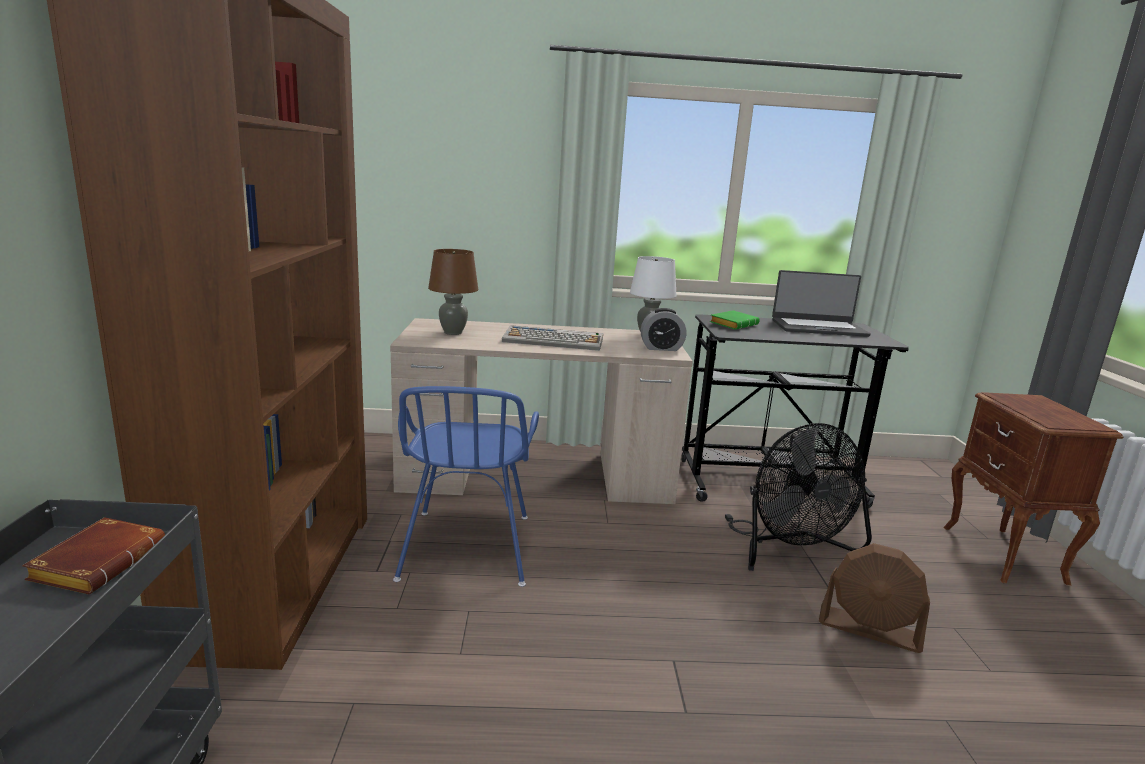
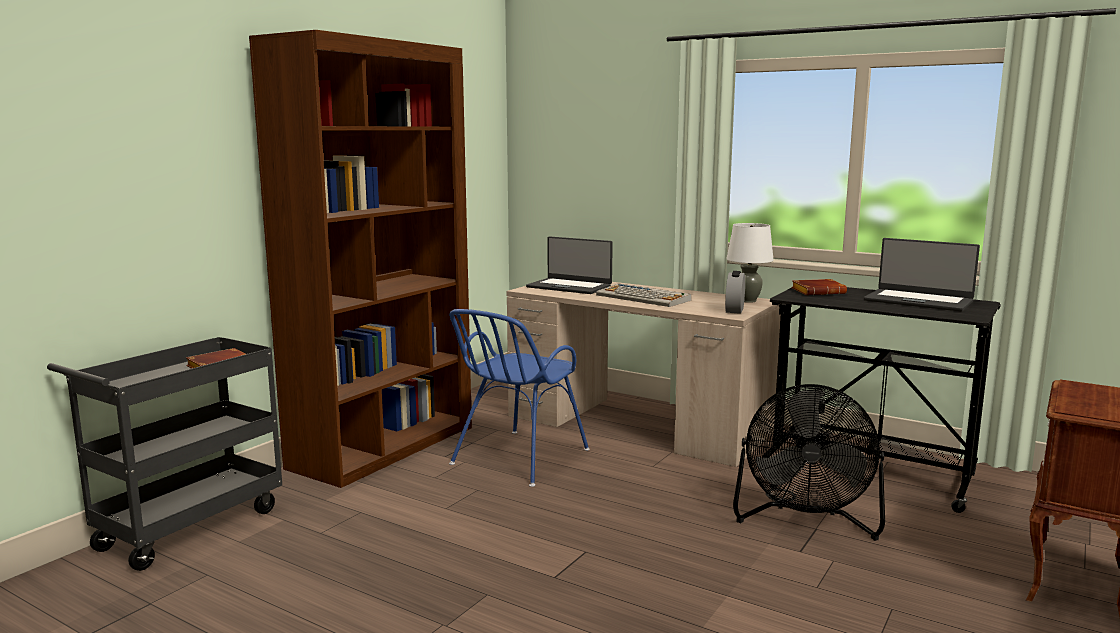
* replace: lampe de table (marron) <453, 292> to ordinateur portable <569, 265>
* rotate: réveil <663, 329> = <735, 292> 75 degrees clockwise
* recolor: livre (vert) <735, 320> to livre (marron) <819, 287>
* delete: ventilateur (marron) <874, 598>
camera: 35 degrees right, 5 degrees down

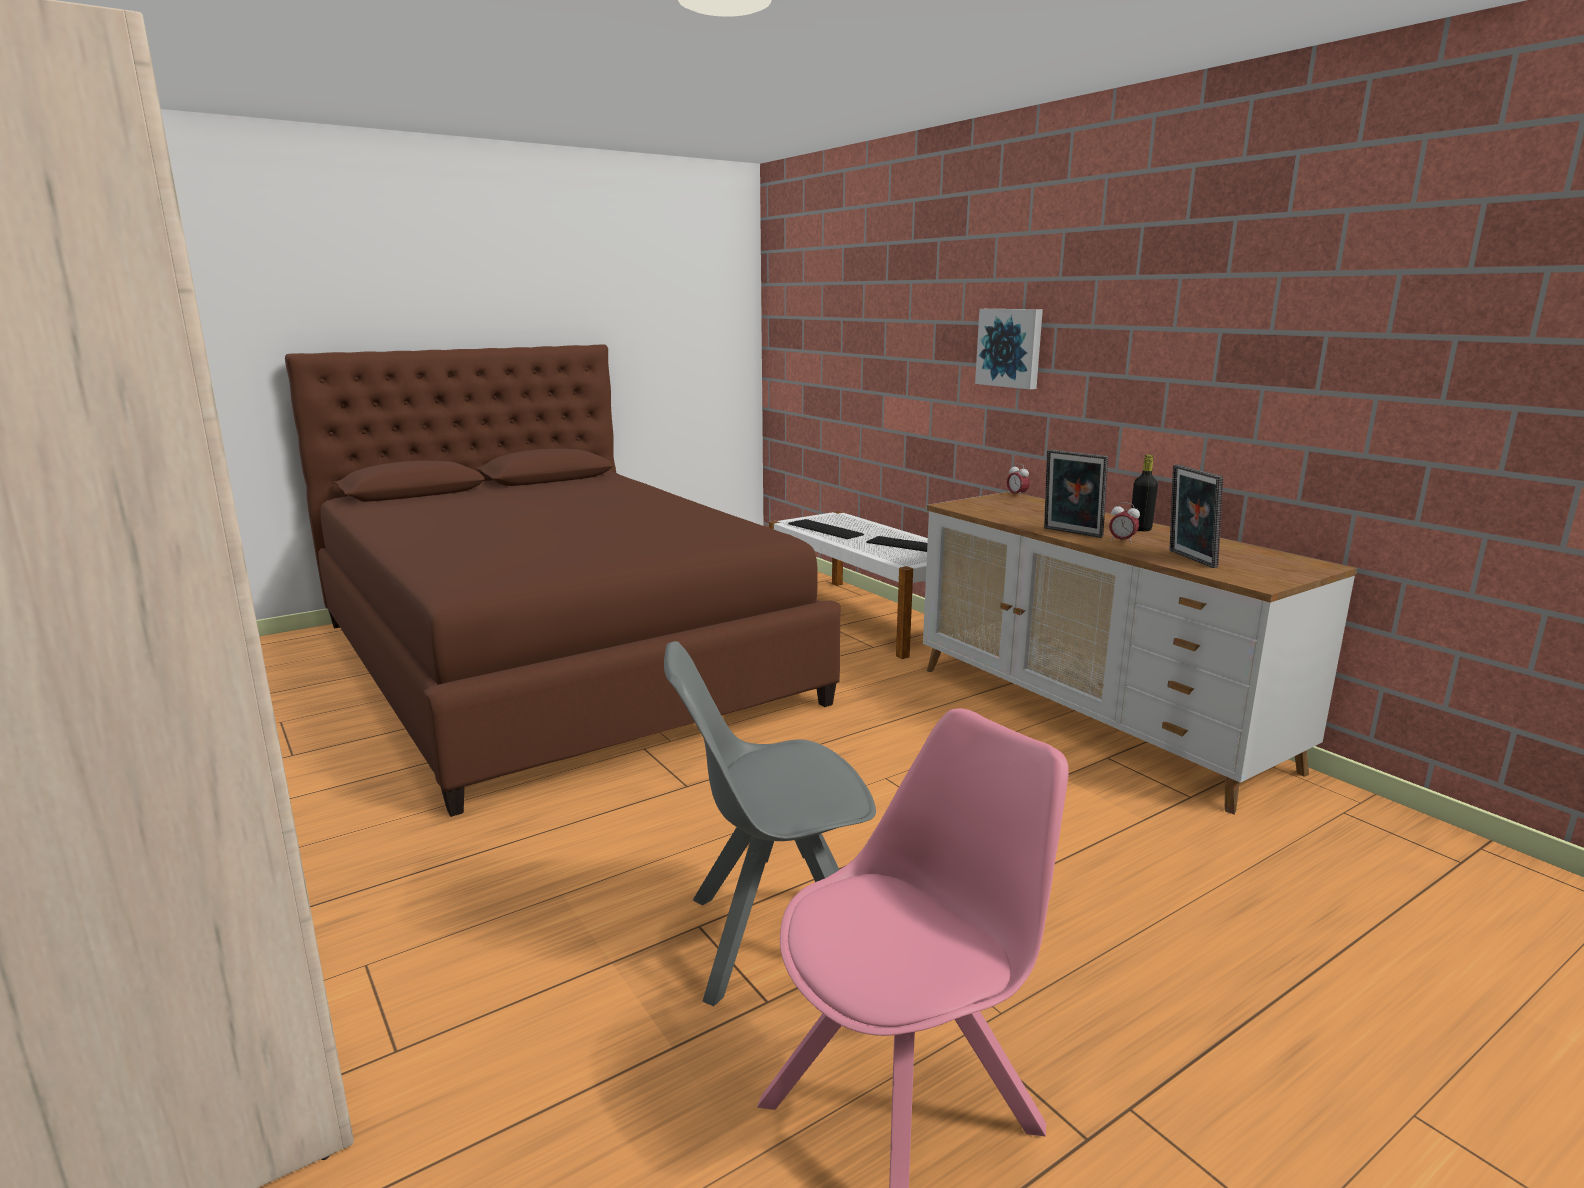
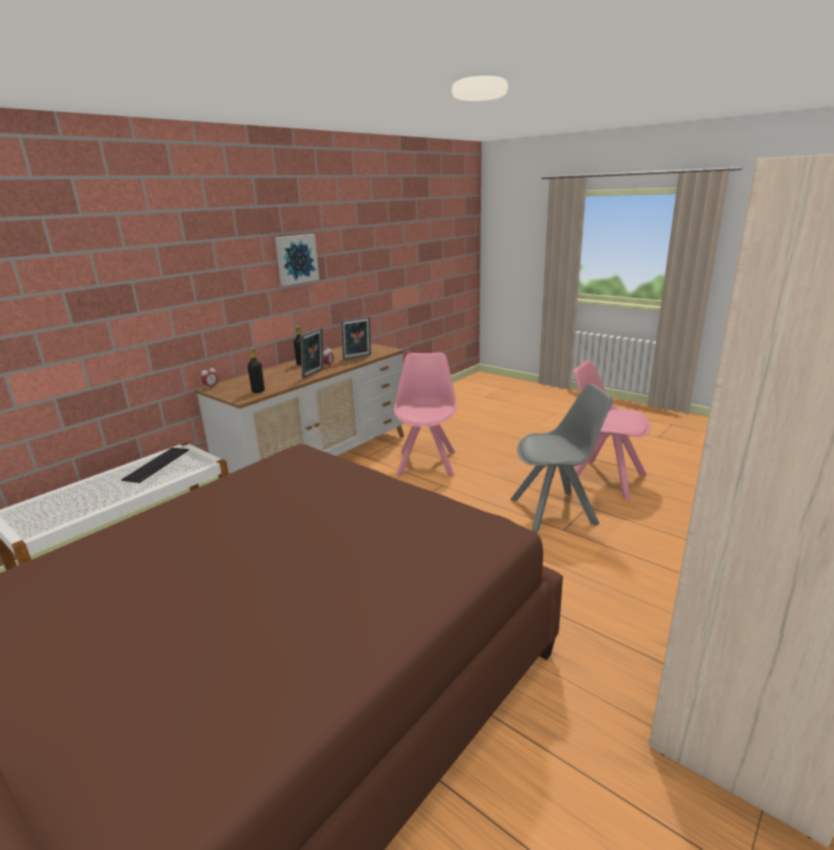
* insert: bouteille (noir) <256, 370>
* move: tableau <1009, 349> to <297, 260>
* insert: chaise (rose) <425, 414>
* rotate: chaise (gris) <770, 823> = <561, 458> 75 degrees counterclockwise
* delete: clavier <826, 529>
camera: 105 degrees left, 5 degrees up

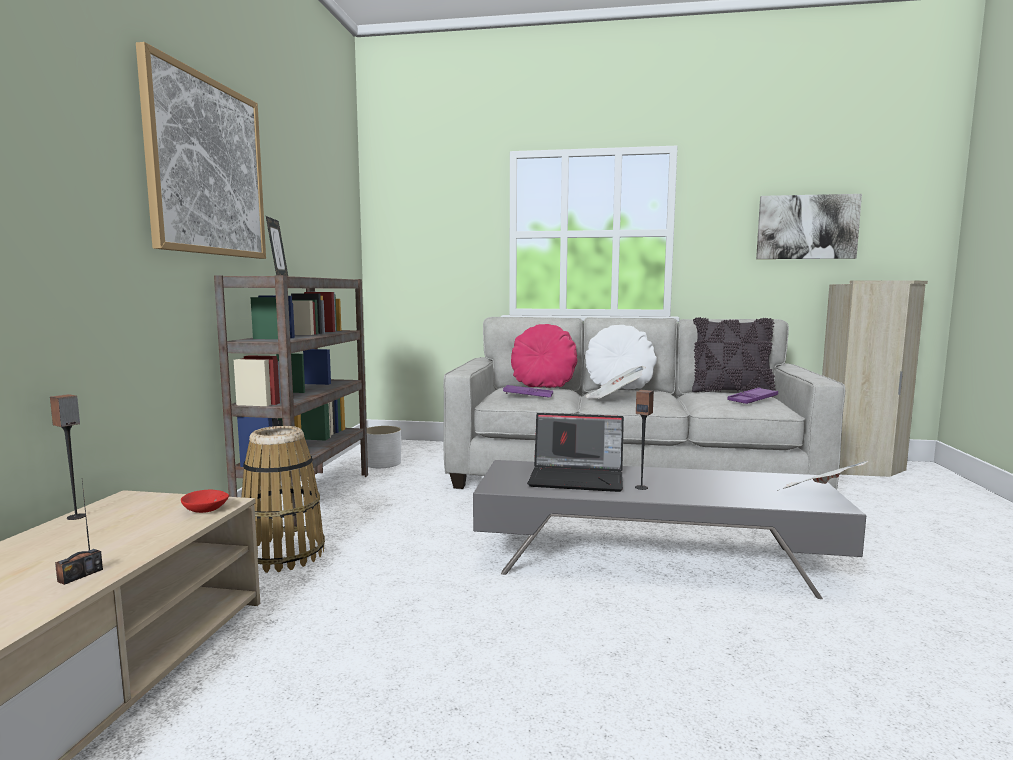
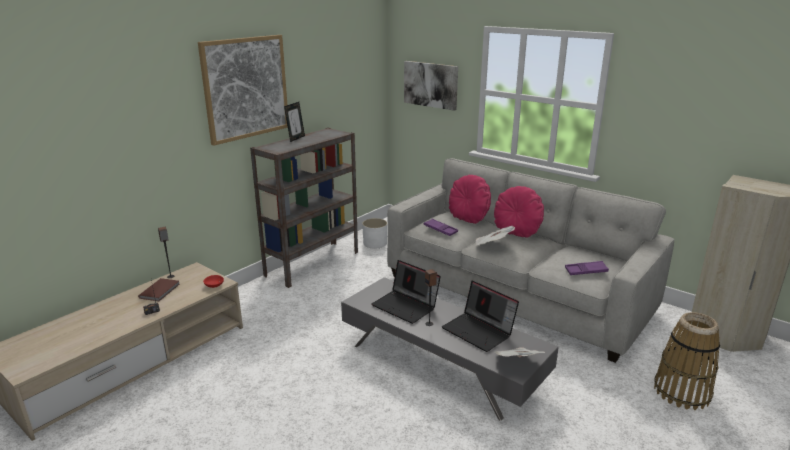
* insert: livre (marron) <159, 289>
* move: tableau <809, 226> to <431, 86>
* insert: ordinateur portable <480, 316>
* recolor: coussin (blanc) <621, 357> to coussin (rose) <519, 212>
* move: panier <283, 499> to <687, 361>
* delete: coussin (noir) <733, 354>
camera: 30 degrees right, 15 degrees up

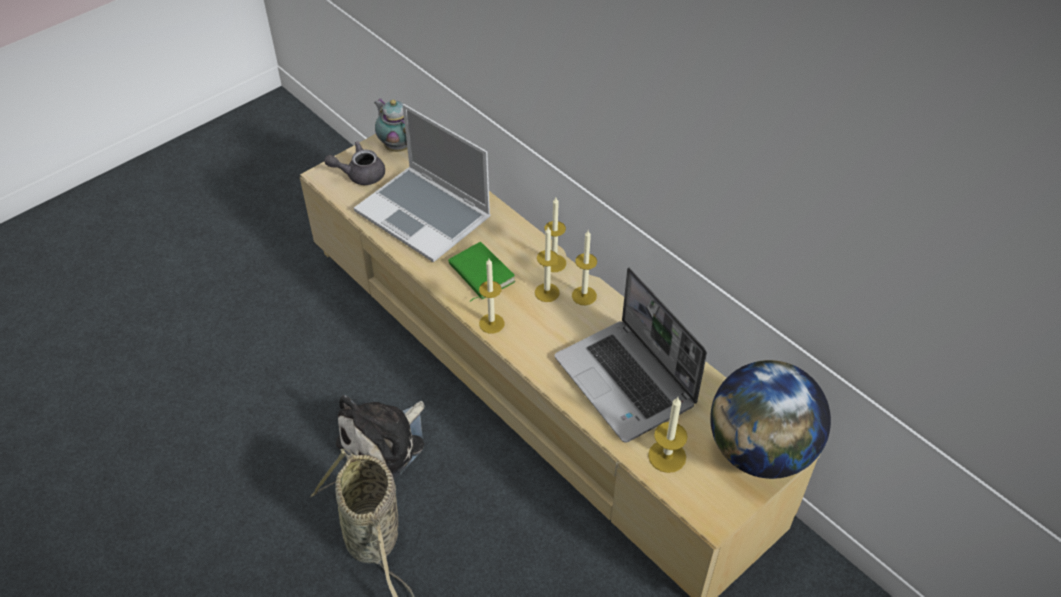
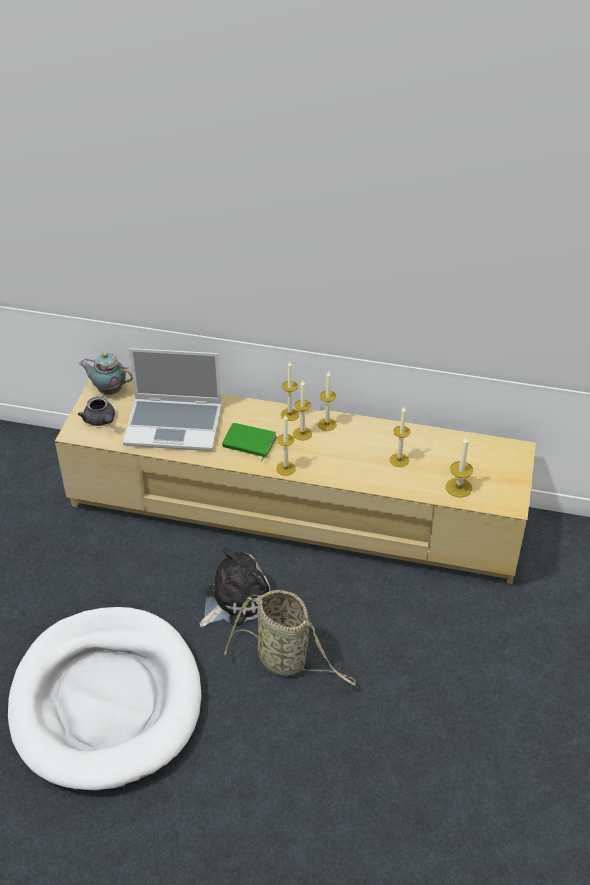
* insert: panier pour chien (blanc) <105, 699>
* rotate: théière (gris) <354, 163> = <96, 411> 75 degrees counterclockwise
* rotate: peluche <380, 436> = <234, 587> 135 degrees counterclockwise
* replace: ordinateur portable <631, 355> to bougie <400, 437>
* delete: globe <770, 419>
camera: 35 degrees left, 5 degrees down

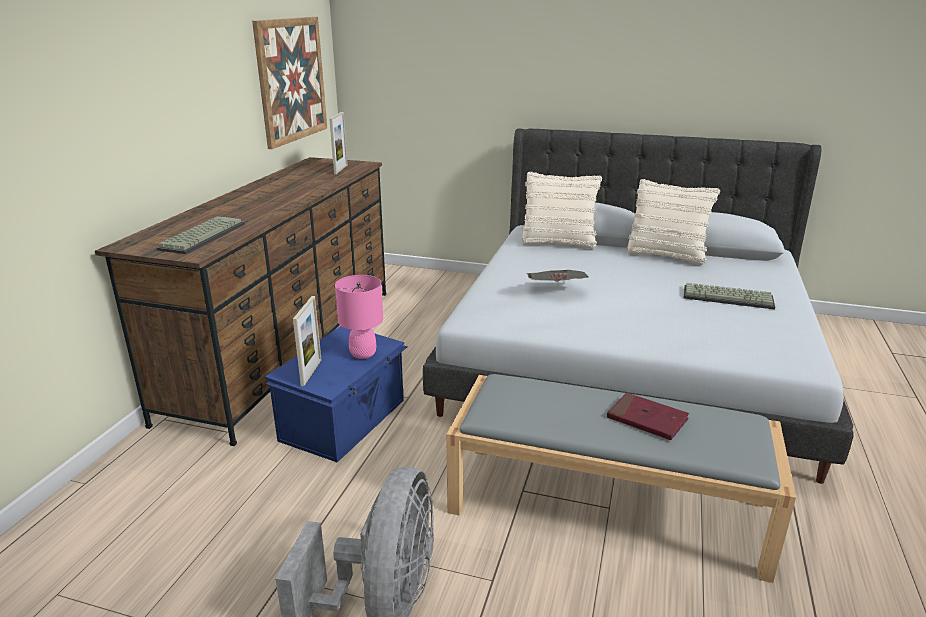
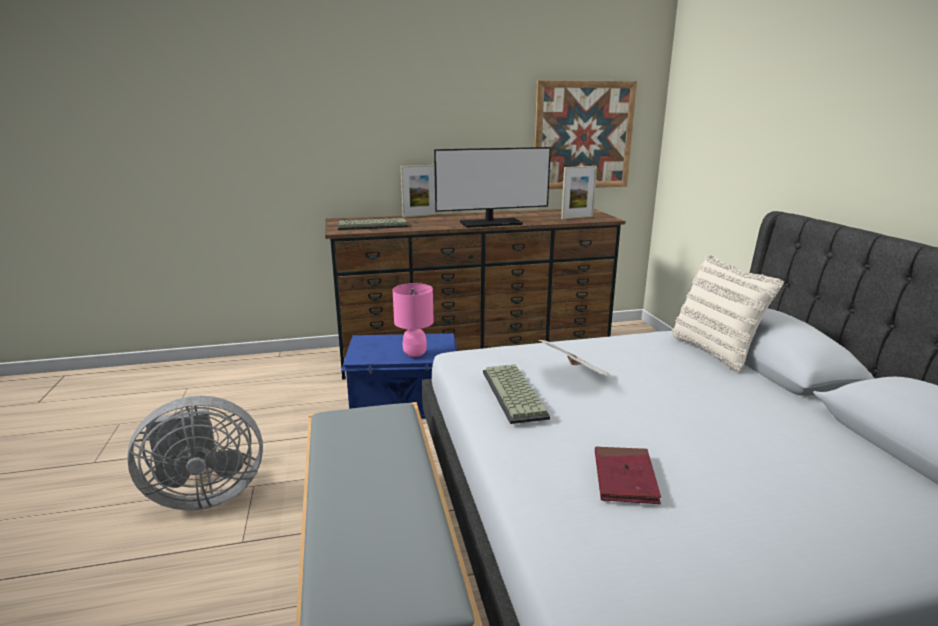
* move: cadre photo <307, 341> to <419, 191>
* insert: écran d'ordinateur <492, 187>
* move: clavier <729, 296> to <516, 394>
* move: livre (rouge) <648, 416> to <628, 475>
* delete: coussin (beige) <673, 222>
camera: 60 degrees right, 5 degrees down

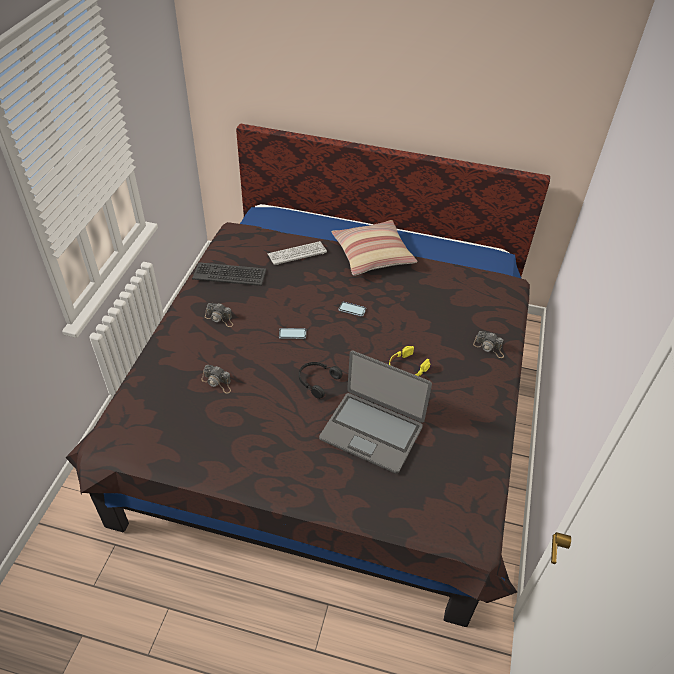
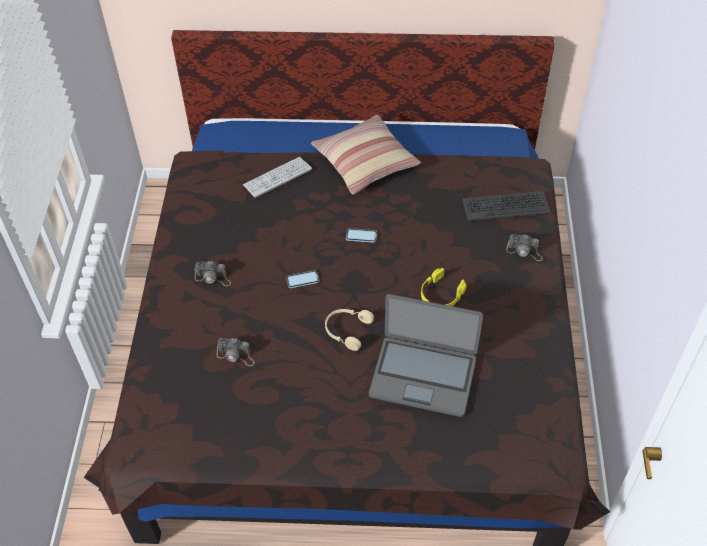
* recolor: casque audio (noir) <321, 380> to casque audio (beige) <349, 330>
* move: clavier <229, 274> to <506, 206>
camera: 10 degrees left, 5 degrees up

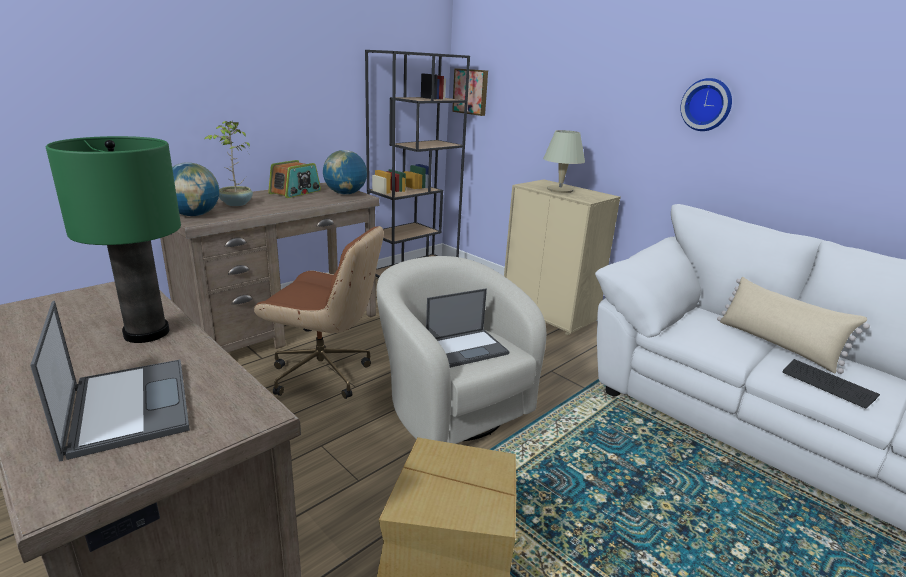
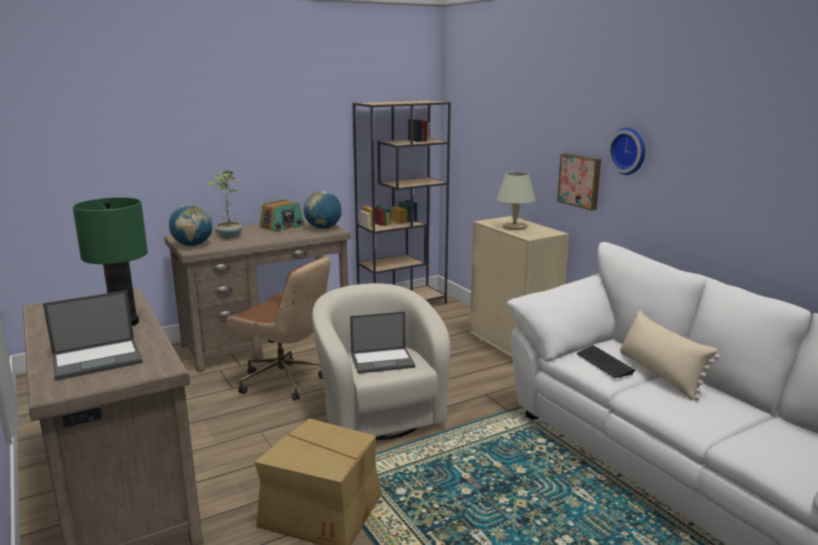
* rotate: ordinateur portable <110, 381> = <93, 335> 75 degrees clockwise
* move: tableau <470, 92> to <579, 181>
* move: clavier <831, 383> to <606, 361>
camera: 15 degrees right, 5 degrees down

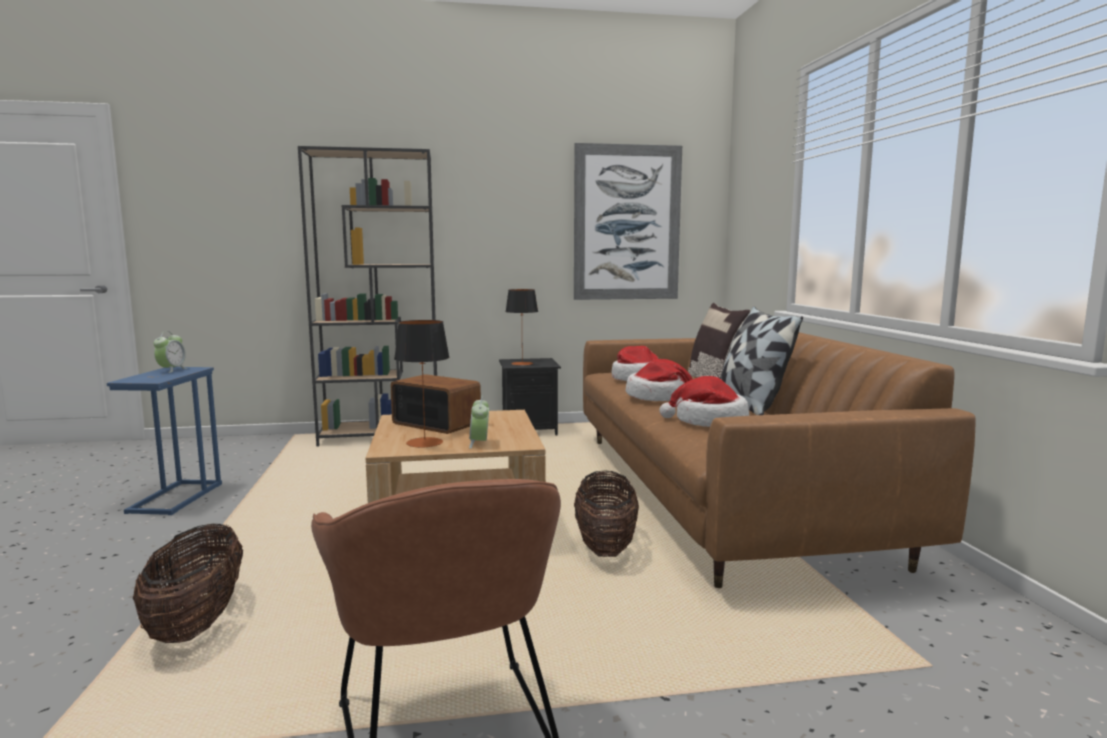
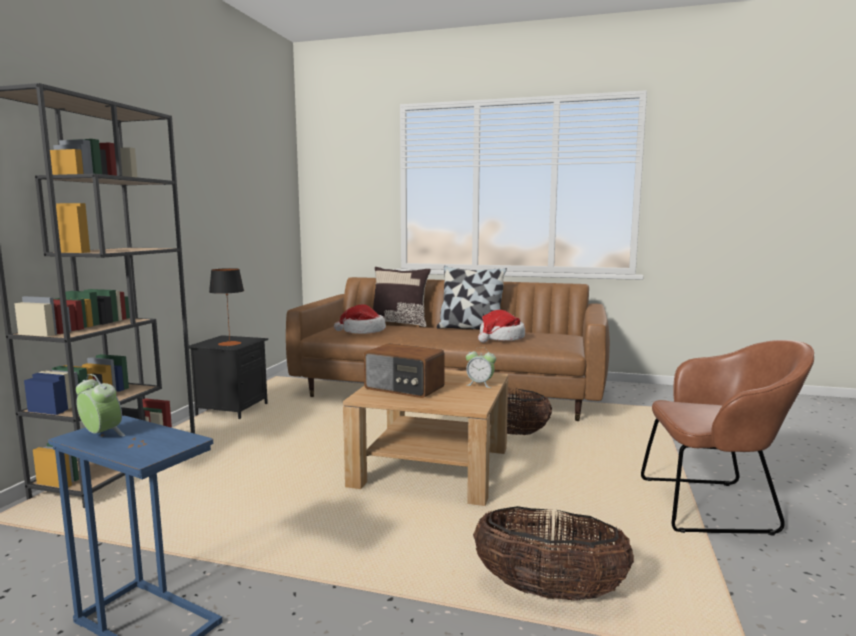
* rotate: radio <436, 404> = <404, 370> 120 degrees counterclockwise
* delete: lampe de table <422, 384>
* delete: tableau <628, 221>
* delete: chapeau <659, 380>
camera: 65 degrees left, 0 degrees up

